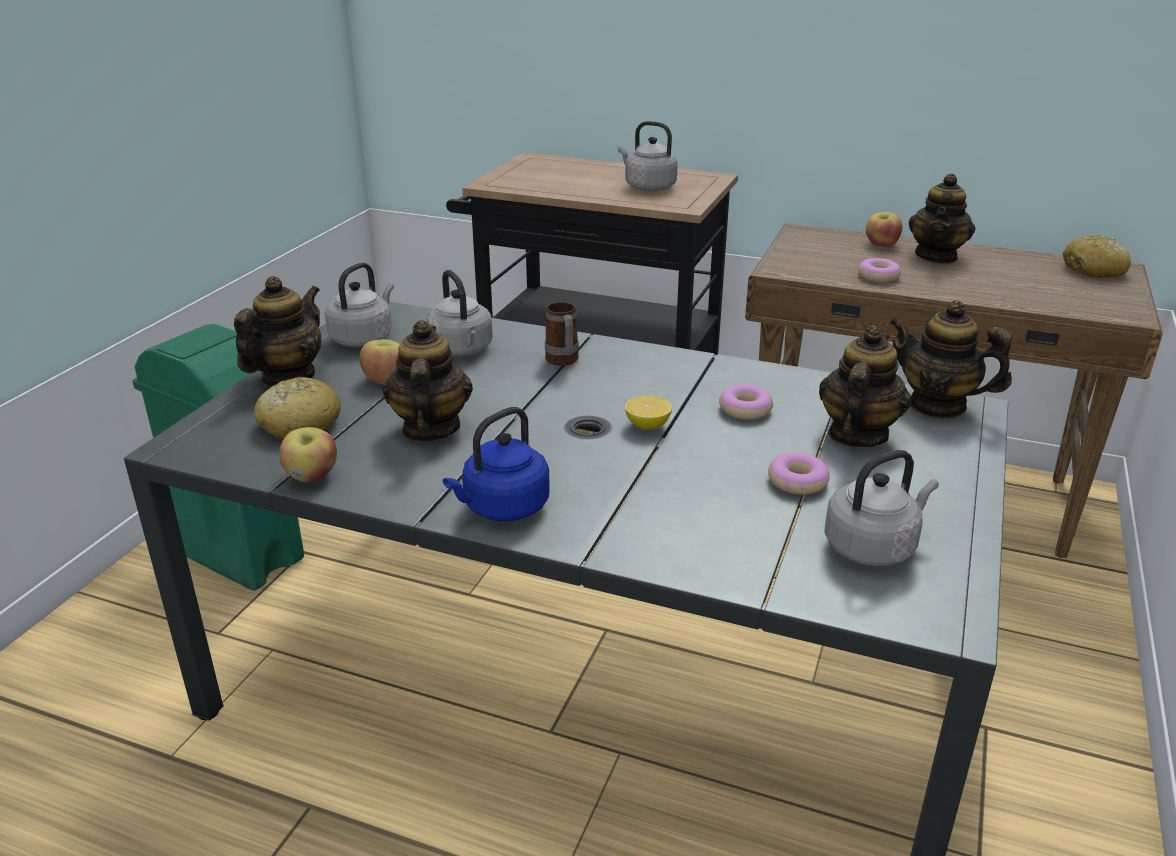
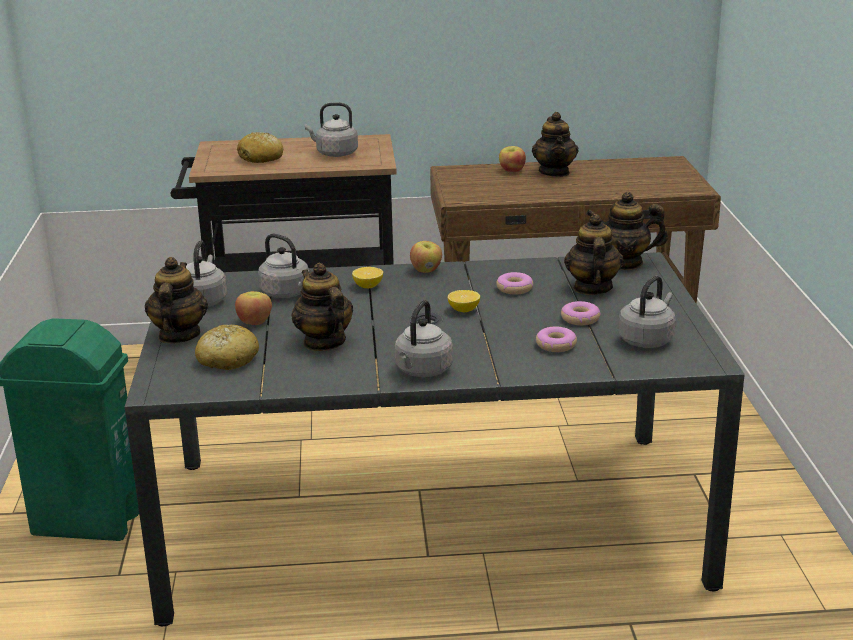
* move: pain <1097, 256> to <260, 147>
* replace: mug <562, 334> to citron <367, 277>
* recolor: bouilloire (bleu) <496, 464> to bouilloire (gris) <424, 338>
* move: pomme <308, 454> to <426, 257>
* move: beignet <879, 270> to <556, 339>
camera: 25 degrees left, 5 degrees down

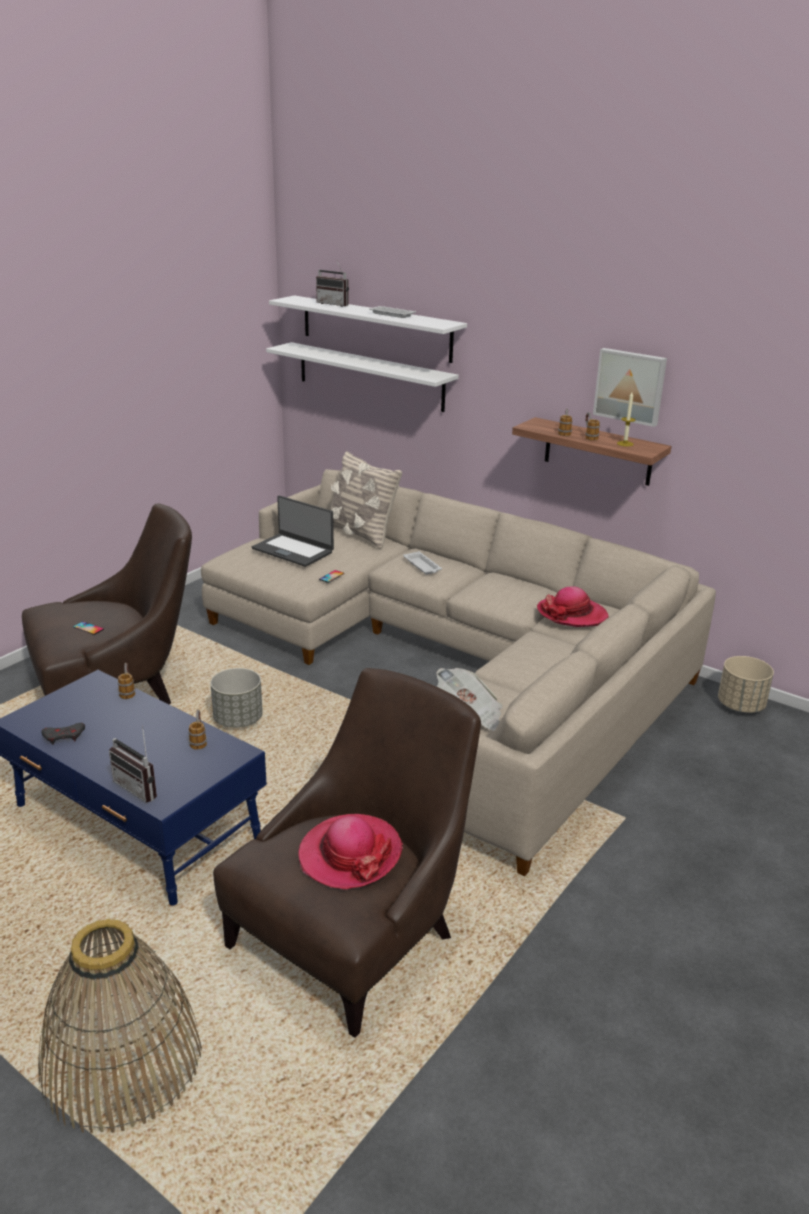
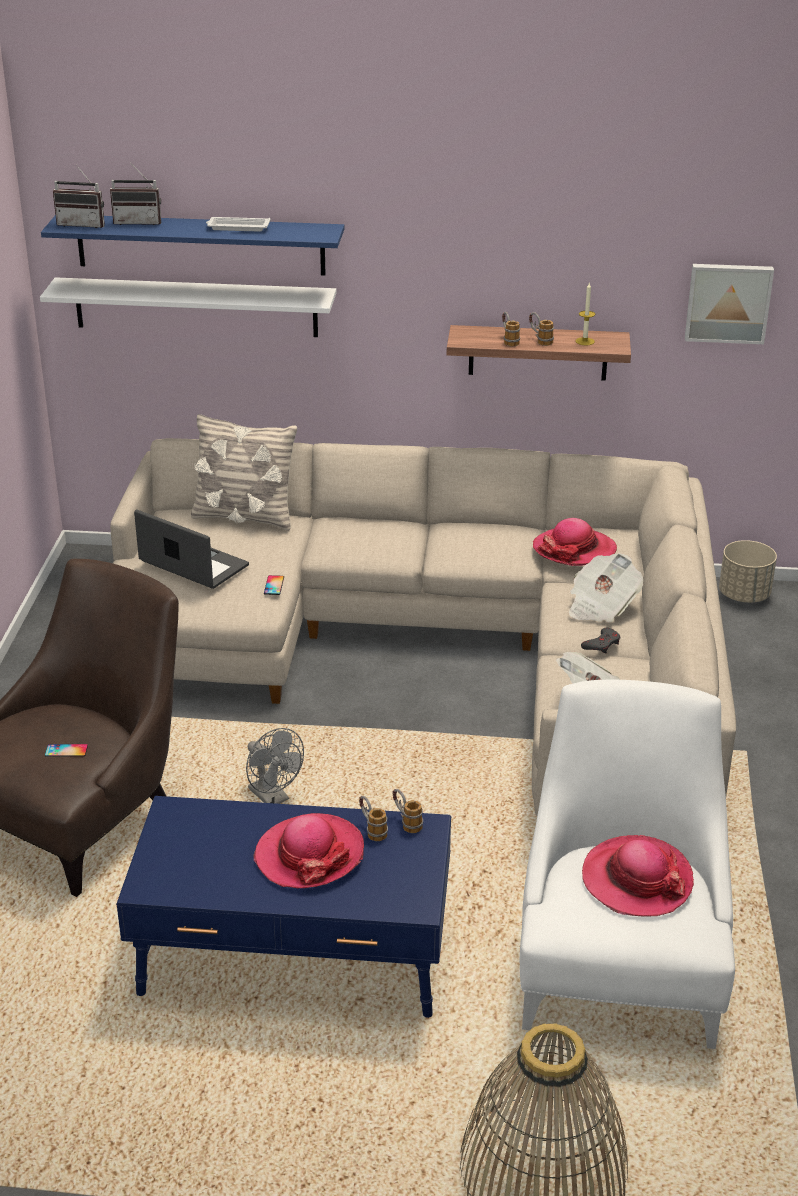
* recolor: étagère (blanc) <368, 329> to étagère (bleu) <192, 245>
* move: radio <133, 764> to <79, 196>
* rotate: ordinateur portable <293, 531> = <191, 549> 150 degrees counterclockwise
* replace: cache-pot (gris) <236, 698> to ventilateur (gris) <275, 766>
* insert: chapeau <308, 850>
* move: mug <126, 681> to <408, 811>
* recolor: fauteuil (marron) <347, 853> to fauteuil (blanc) <627, 864>
* insert: journal <606, 588>
* move: manette (gris) <63, 734> to <600, 640>
* move: tableau <630, 387> to <729, 304>
* delete: plateau (blanc) <422, 562>
camera: 30 degrees left, 5 degrees up

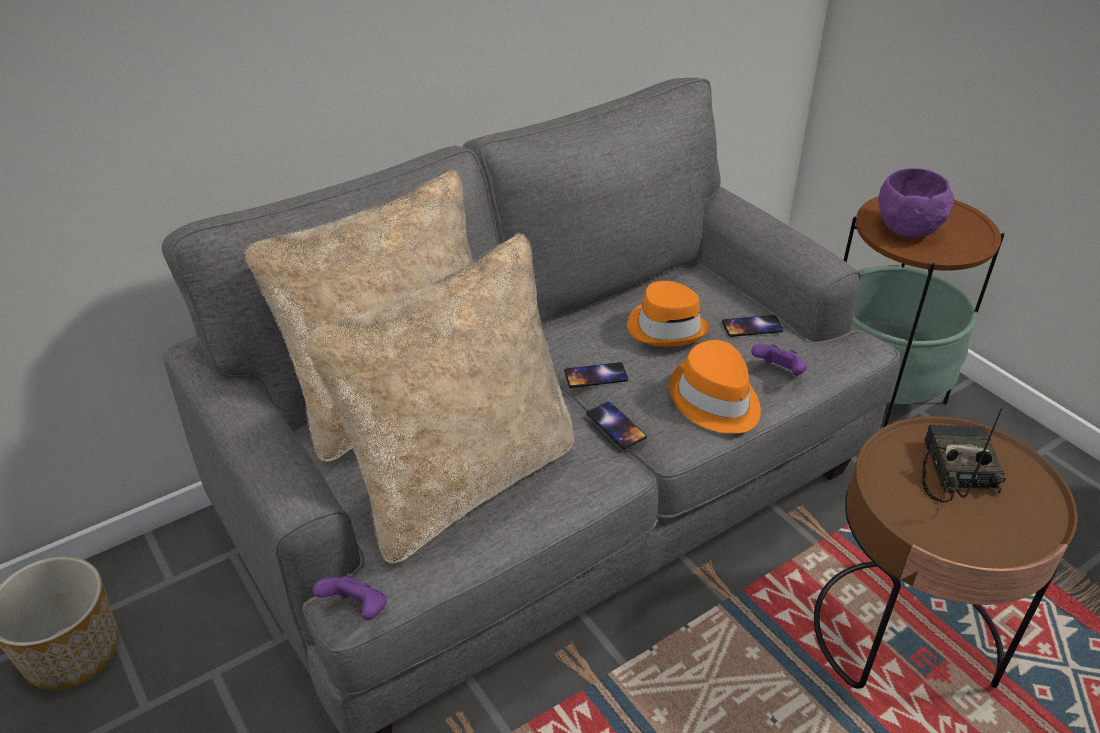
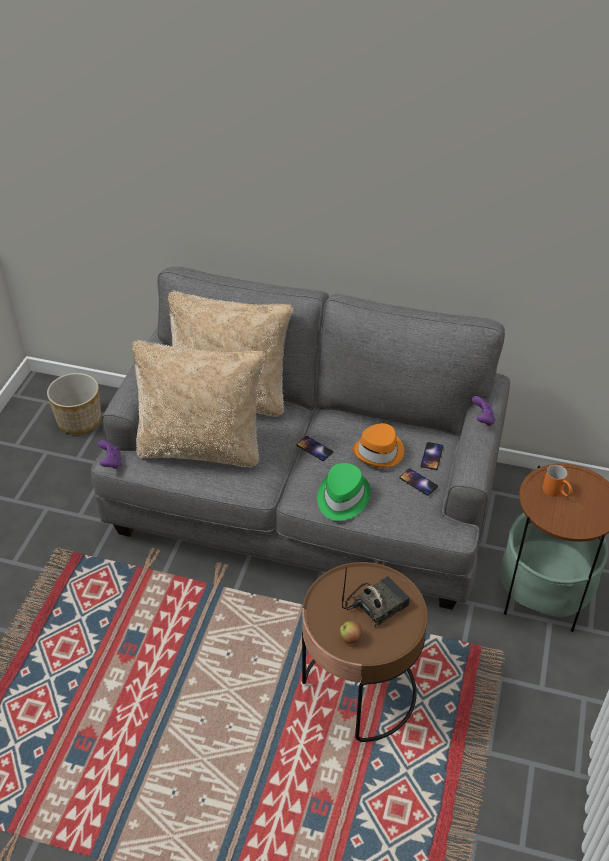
* recolor: chapeau (orange) <715, 387> to chapeau (vert) <344, 492>
* insert: pomme <351, 632>
* move: téléphone <616, 425> to <432, 456>
* move: manette (violet) <779, 360> to <483, 411>
* replace: bol (violet) <916, 203> to mug (orange) <558, 481>
camera: 50 degrees right, 5 degrees up

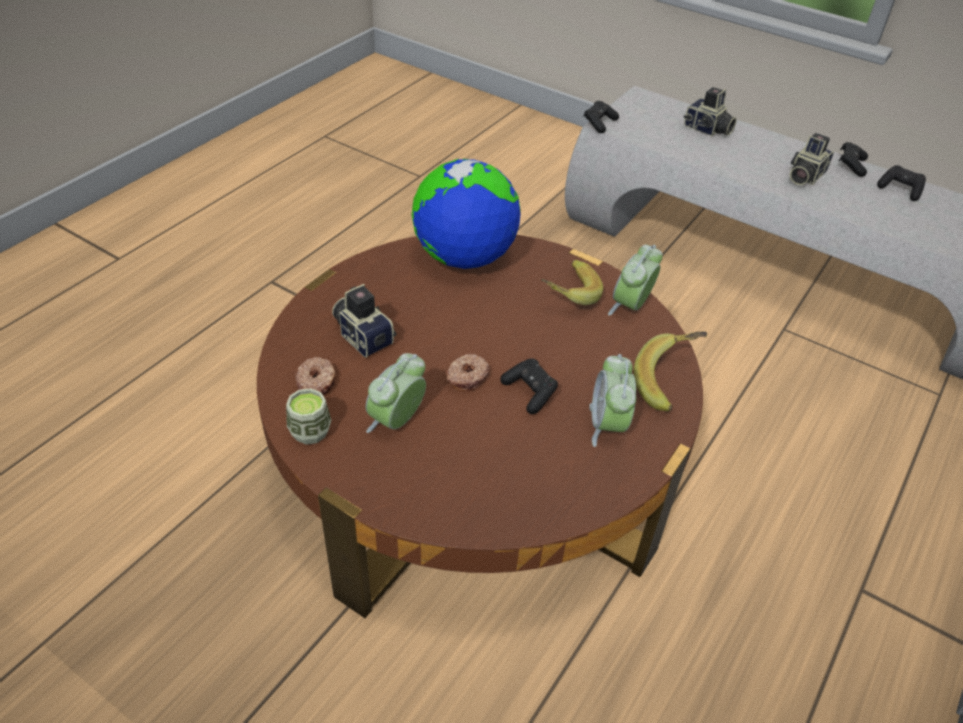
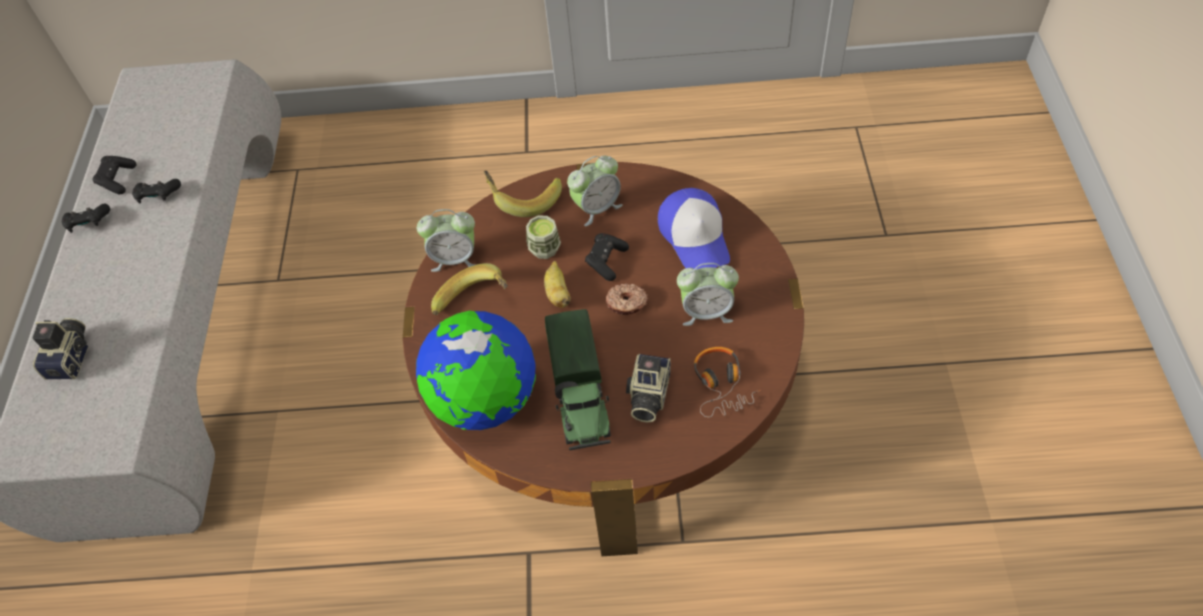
* move: manette (noir) <601, 117> to <156, 191>
* move: tasse <308, 416> to <543, 237>
* insert: banane <557, 284>
* insert: camion jouet <578, 380>
* insert: casquette <694, 228>
* replace: beignet <315, 376> to casque audio <727, 382>
* delete: appareil photo <812, 159>
camera: 120 degrees left, 10 degrees up

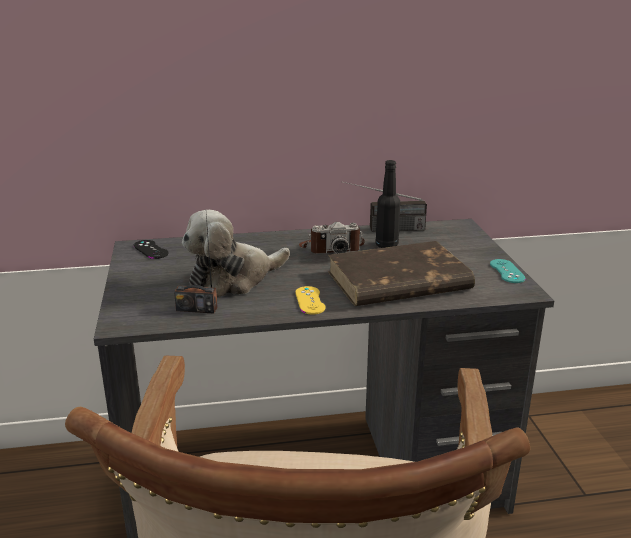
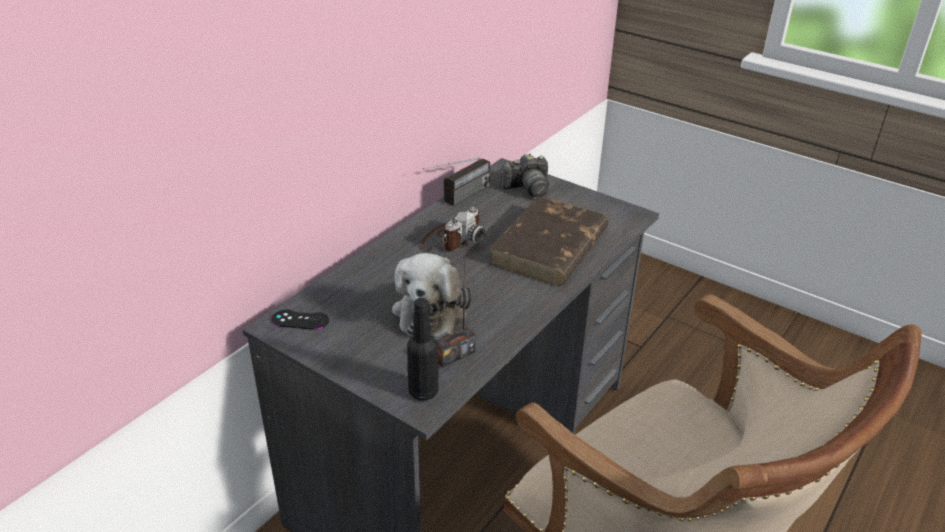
* move: bouteille (noir) <387, 204> to <423, 349>
* insert: appareil photo <524, 175>
* delete: manette (jaune) <310, 300>
* delete: manette (turquoise) <508, 271>
camera: 45 degrees left, 10 degrees up

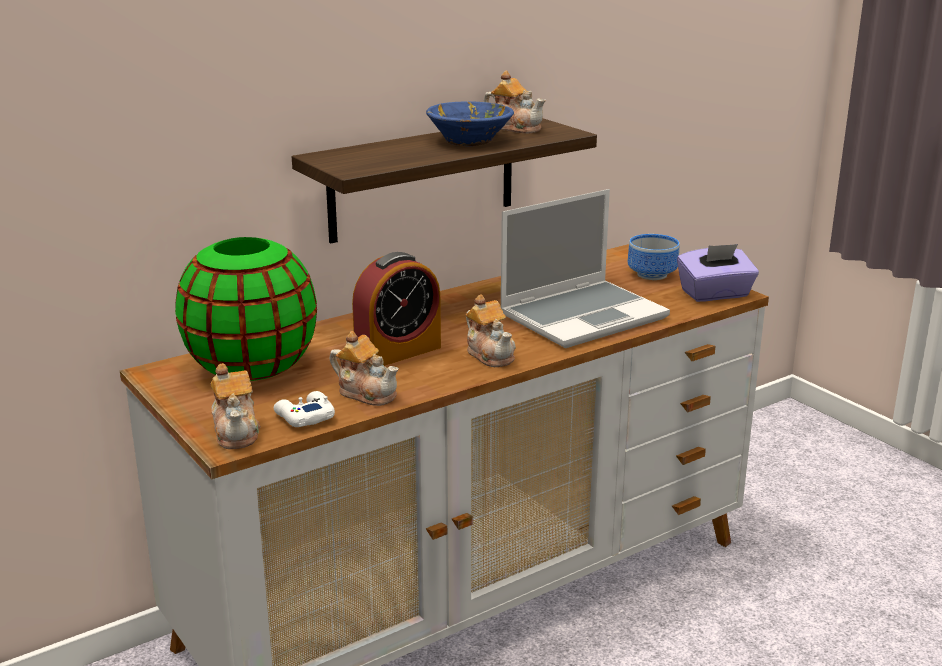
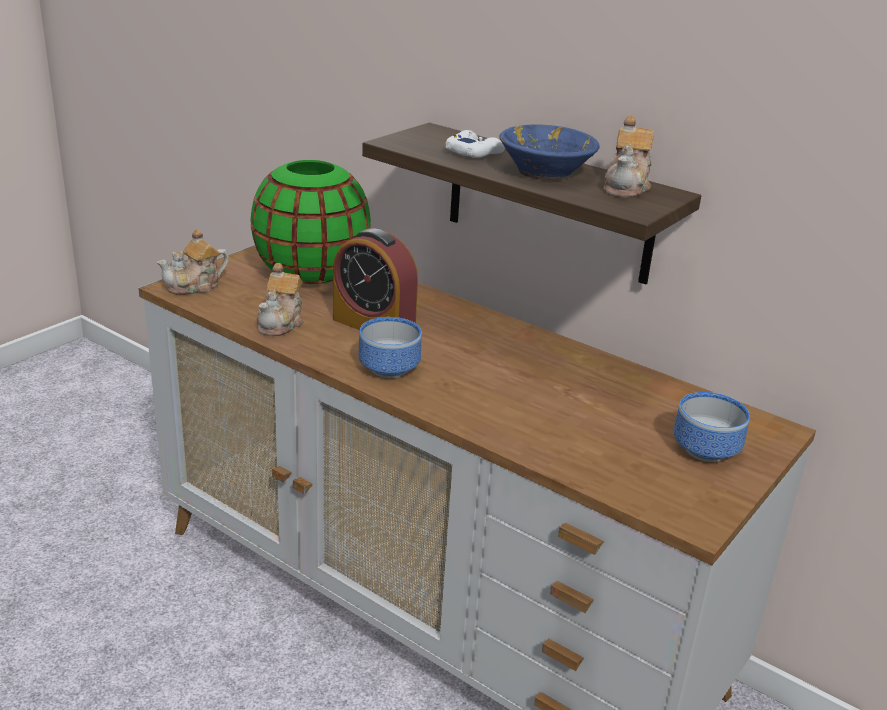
* replace: théière <490, 330> to bol <390, 347>
* move: manette (blanc) <304, 409> to <474, 144>
* delete: ordinateur portable <585, 268>
* delete: boîte à mouchoirs (violet) <718, 273>
camera: 70 degrees right, 5 degrees up

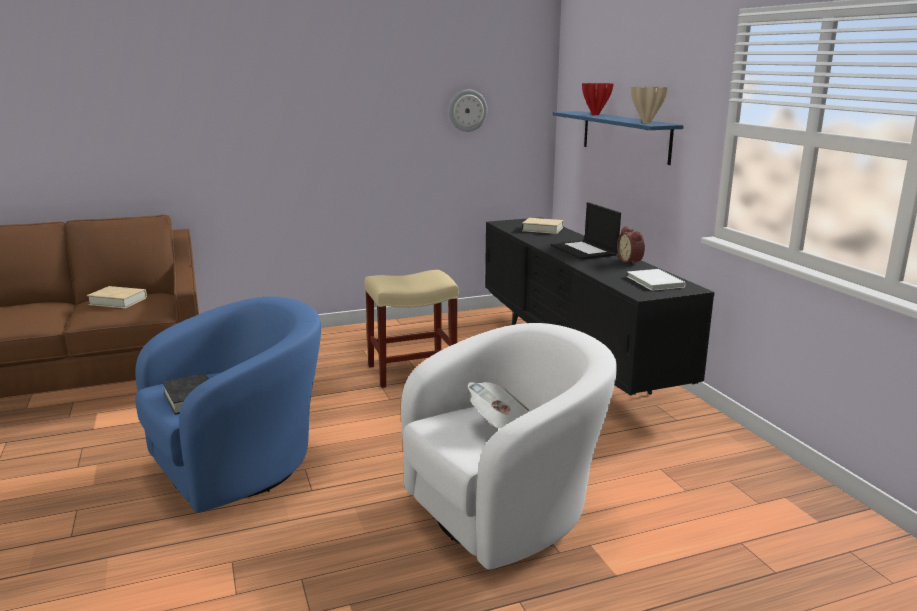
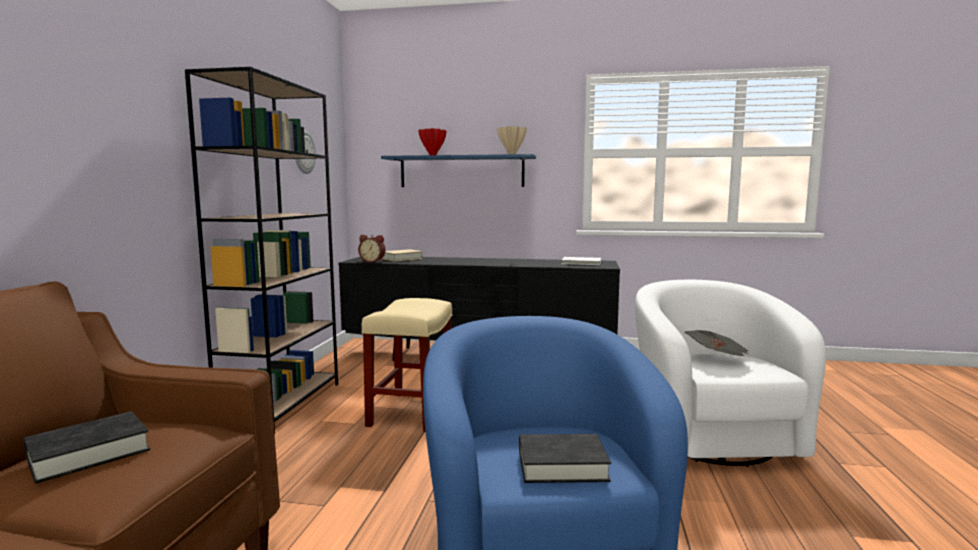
* recolor: livre (beige) <117, 297> to livre (noir) <86, 447>
* insert: bibliothèque (beige) <261, 250>
* move: réveil <631, 245> to <372, 248>
* delete: ordinateur portable <586, 231>
camera: 60 degrees left, 10 degrees down

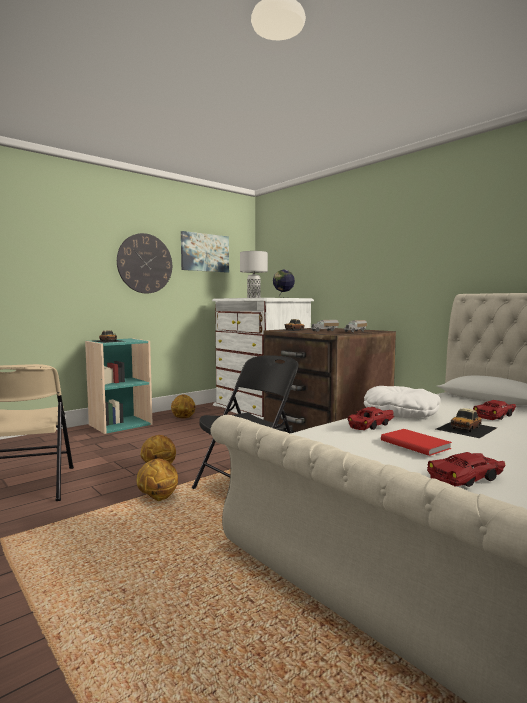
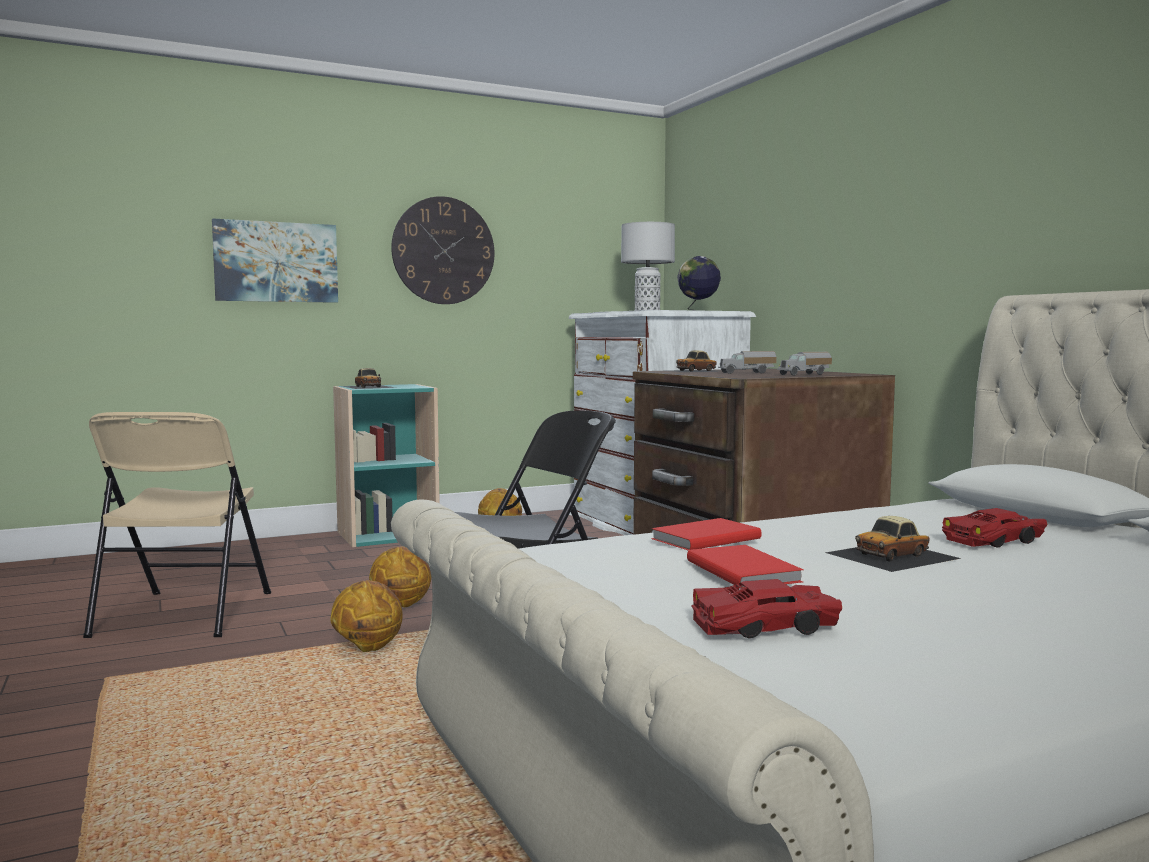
* move: tableau <205, 252> to <275, 260>
* replace: petite voiture (rouge) <370, 418> to livre (rouge) <706, 534>
* delete: coussin (blanc) <402, 402>
camera: 15 degrees right, 0 degrees up

